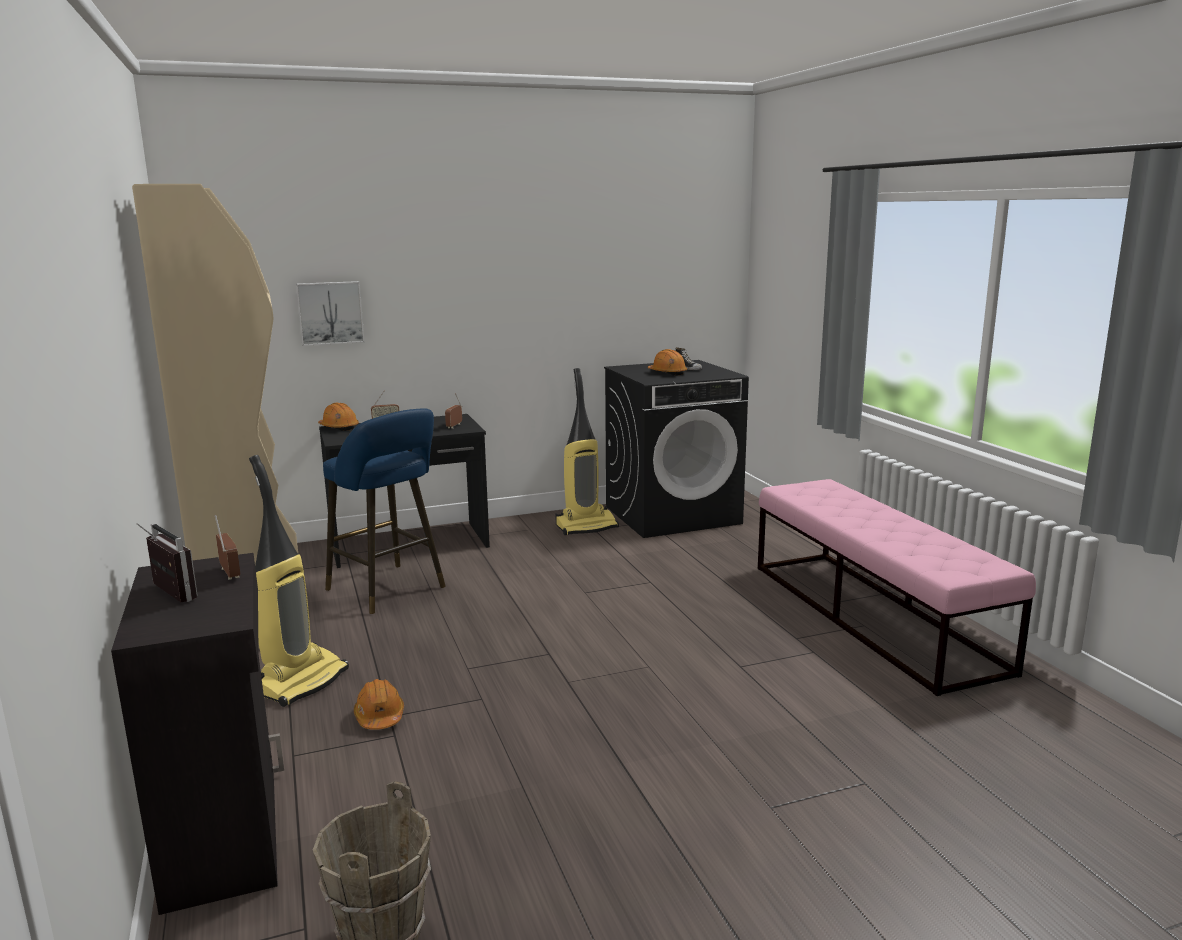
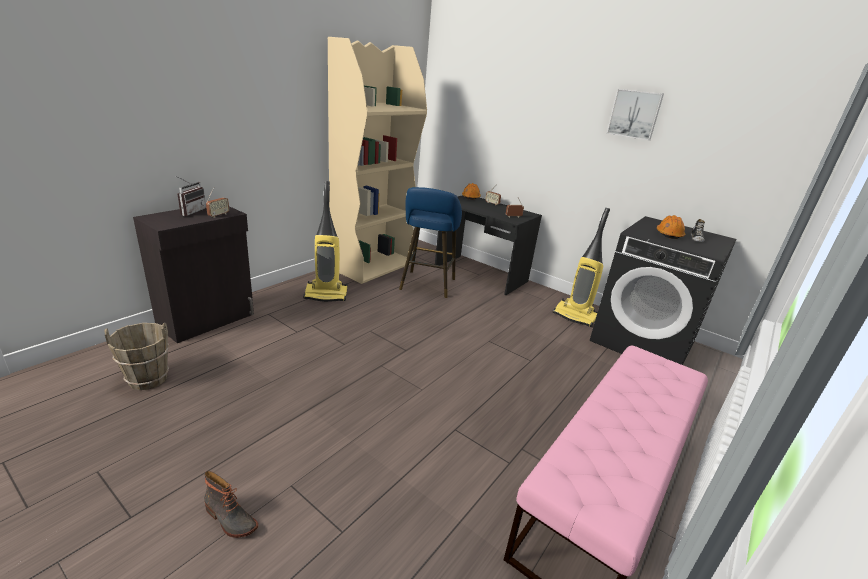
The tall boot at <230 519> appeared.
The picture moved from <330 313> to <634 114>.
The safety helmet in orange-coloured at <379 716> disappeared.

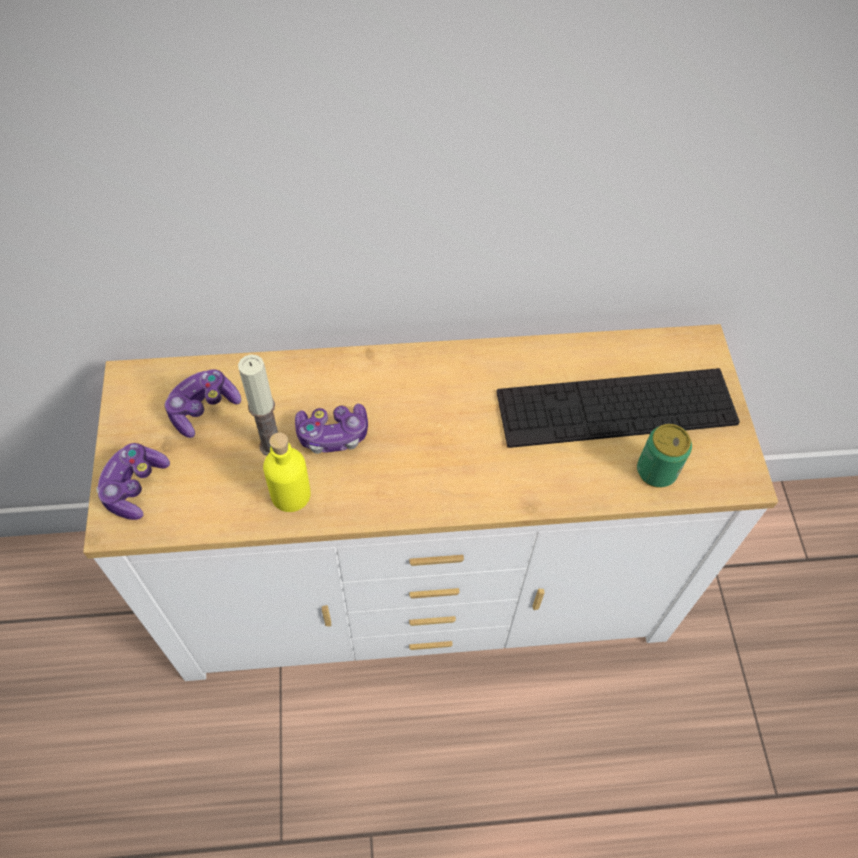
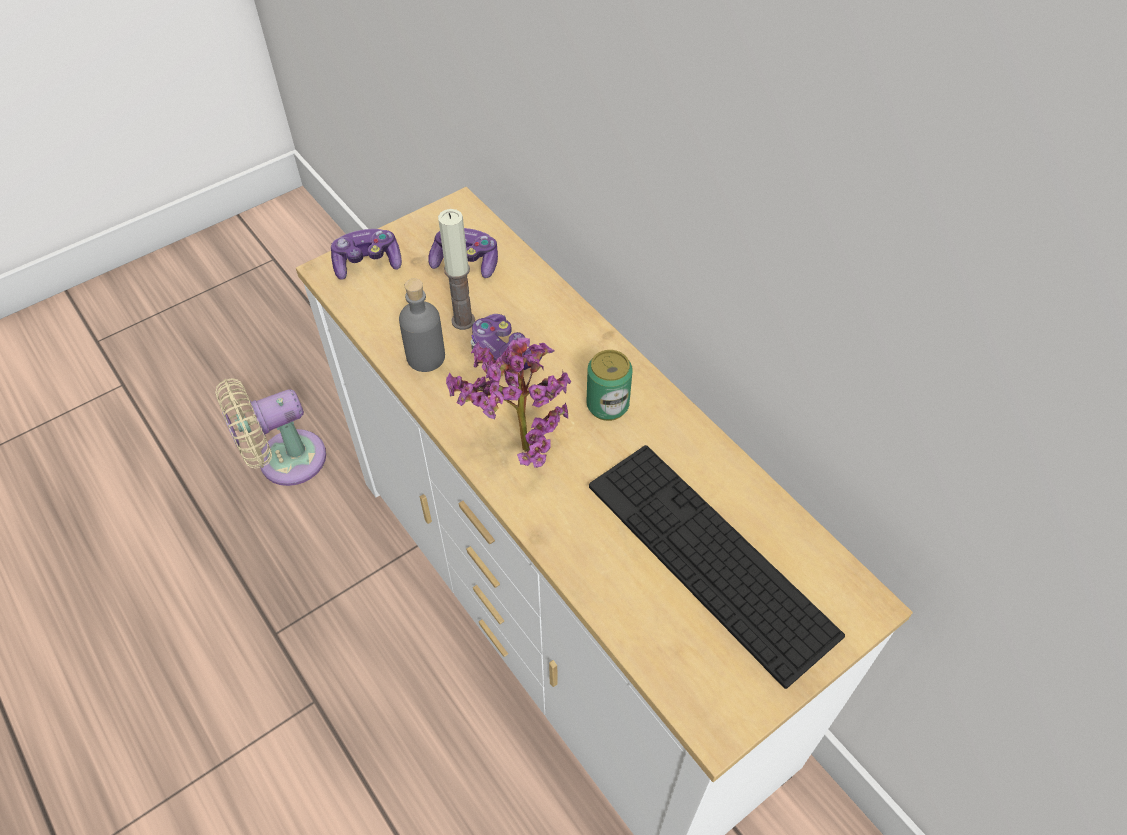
The cooling fan in beige at <285 461> appeared.
The bottle in yellow at <291 494> became the bottle in gray at <426 357>.
The potted plant at <517 445> appeared.
The metal can moved from <656 471> to <607 405>.

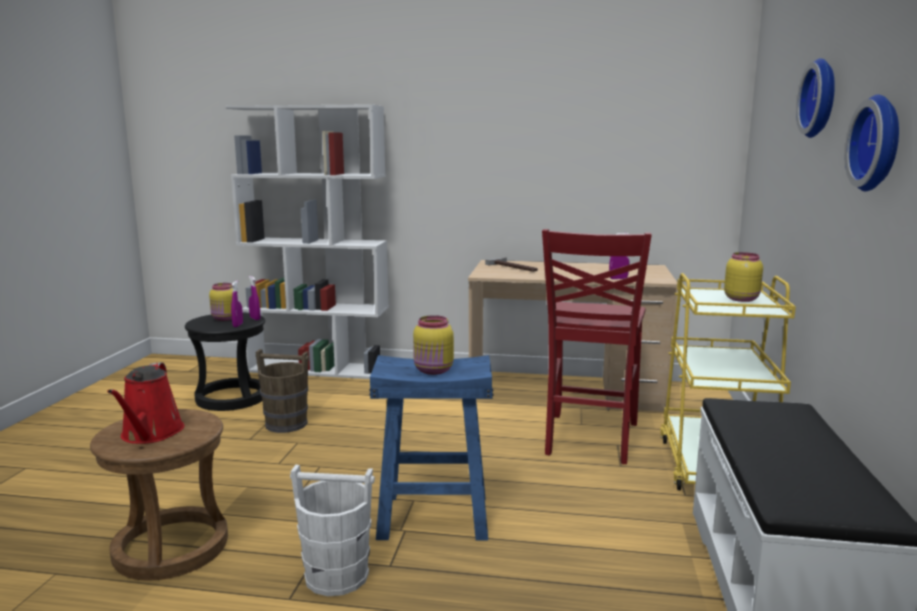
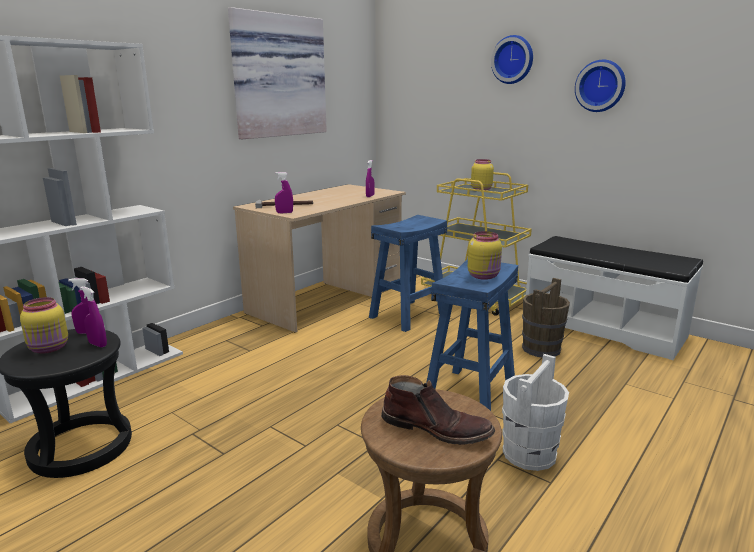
The picture at <277 76> appeared.
The hand sprayer in purple at <284 213> appeared.
The upright chair in reddish at <589 439> was replaced by the stool in blue at <408 315>.
The sprinkling can in reddish at <150 434> was replaced by the tall boot in brown-coloured at <436 428>.
The pail in brown-coloured moved from <286 424> to <541 349>.

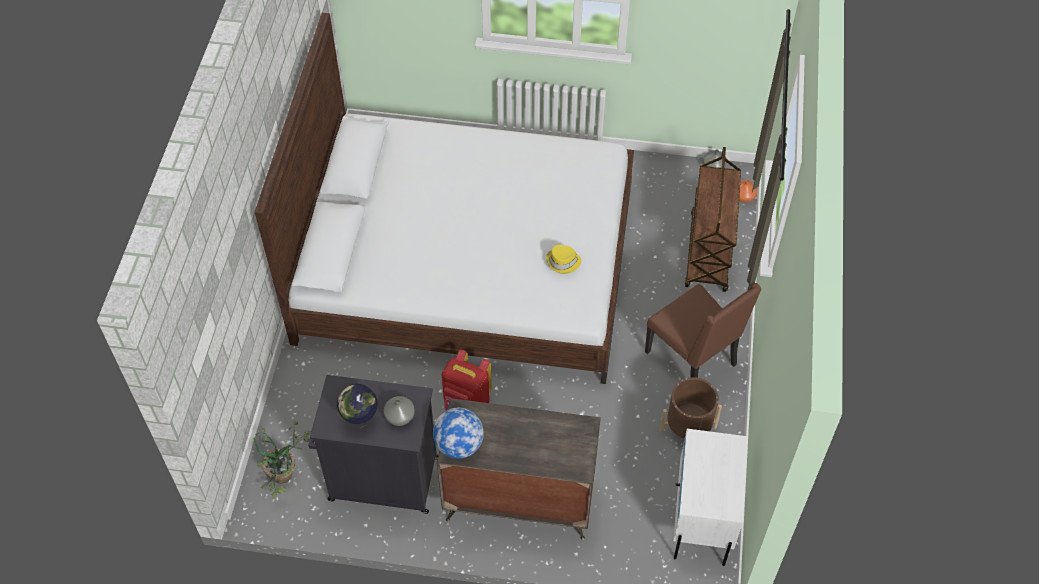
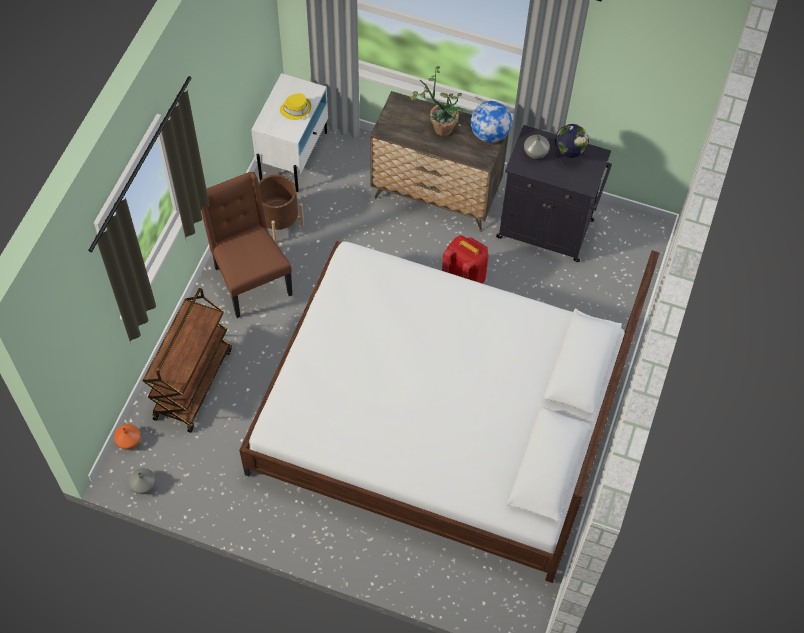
The clothing hat in yellow moved from <563 262> to <296 109>.
The potted plant moved from <286 478> to <440 125>.

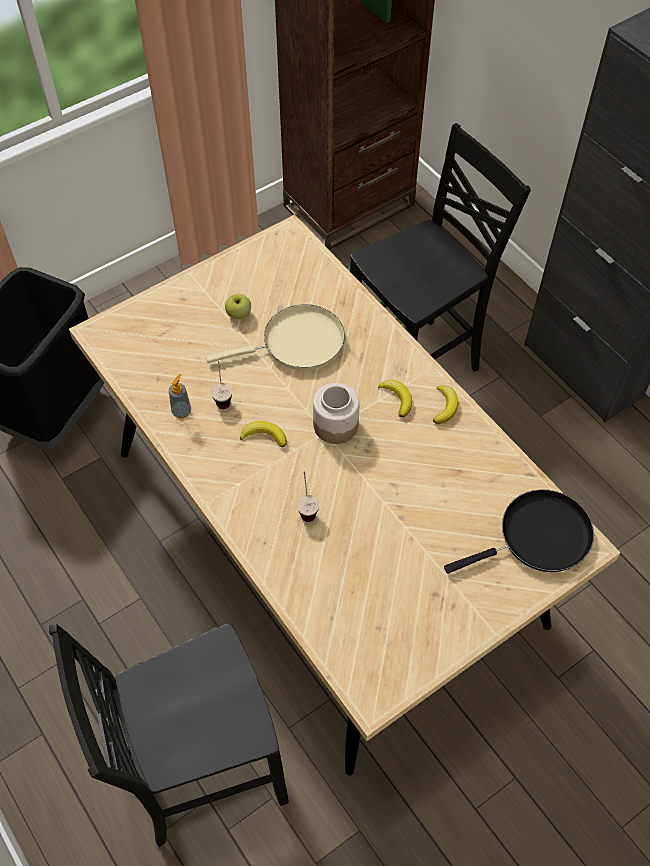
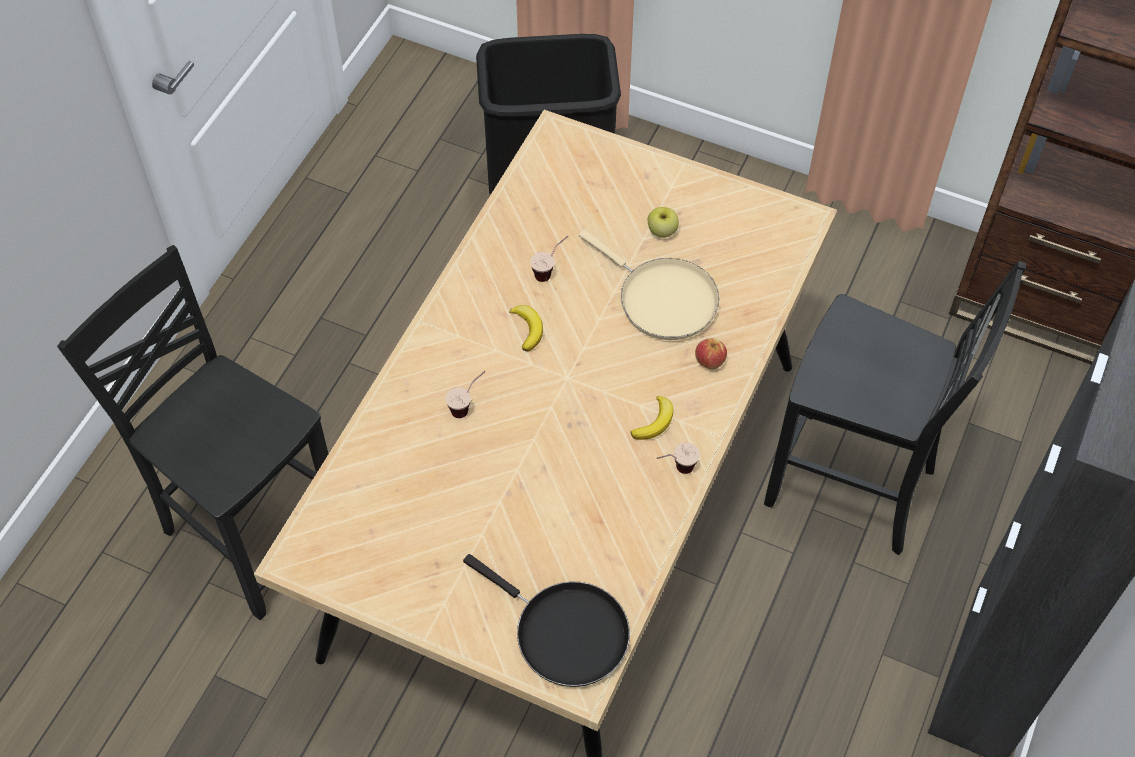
The whole banana at <445 406> was replaced by the drinking cup at <675 470>.
The apple at <709 360> appeared.
The soap bottle at <181 411> disappeared.
The preserve jar at <336 425> disappeared.

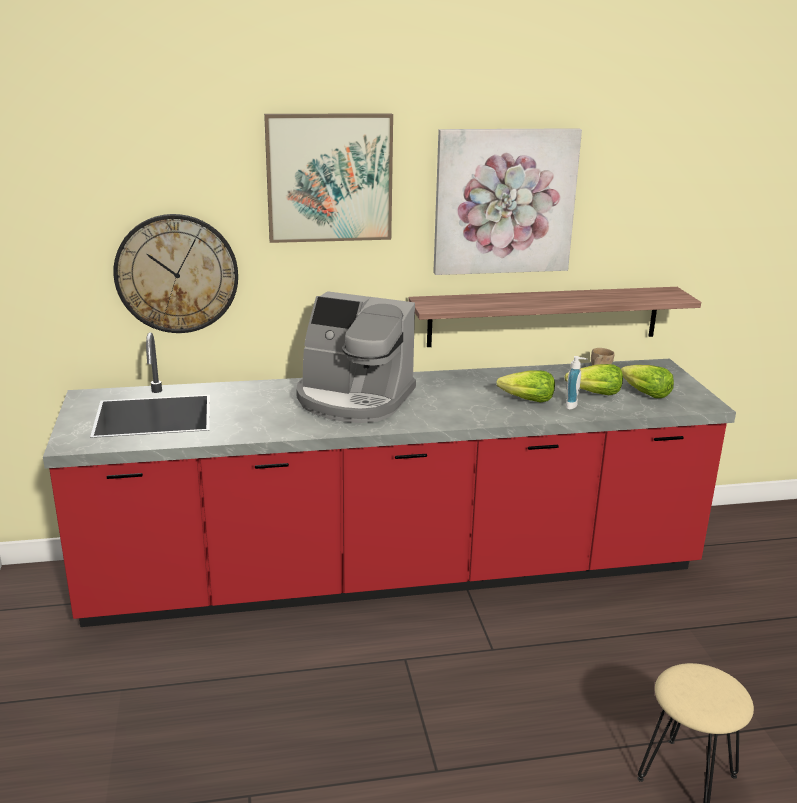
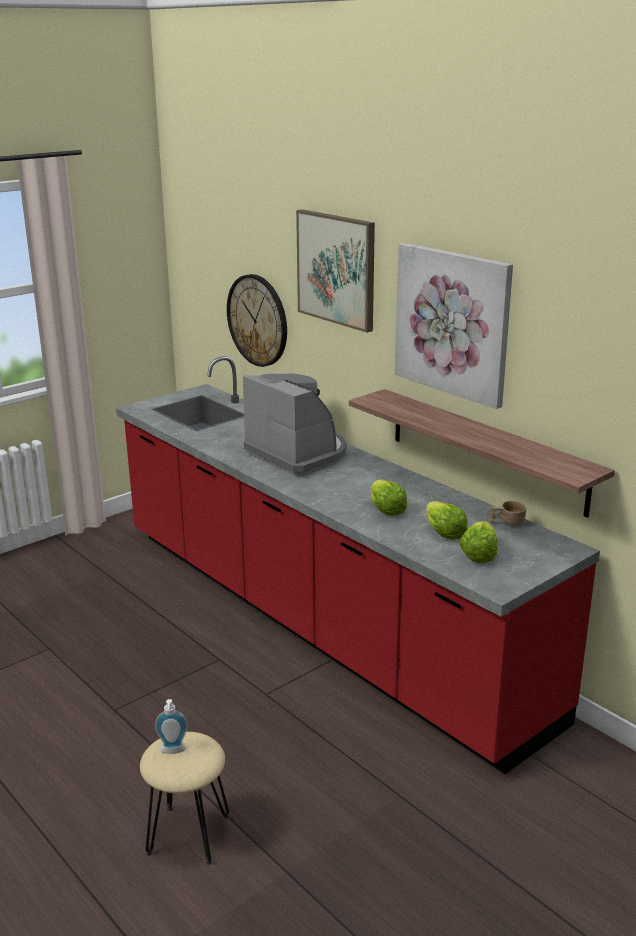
The soap bottle moved from <573 406> to <173 752>.
The coffee brewer at <353 399> turned 150 degrees clockwise.

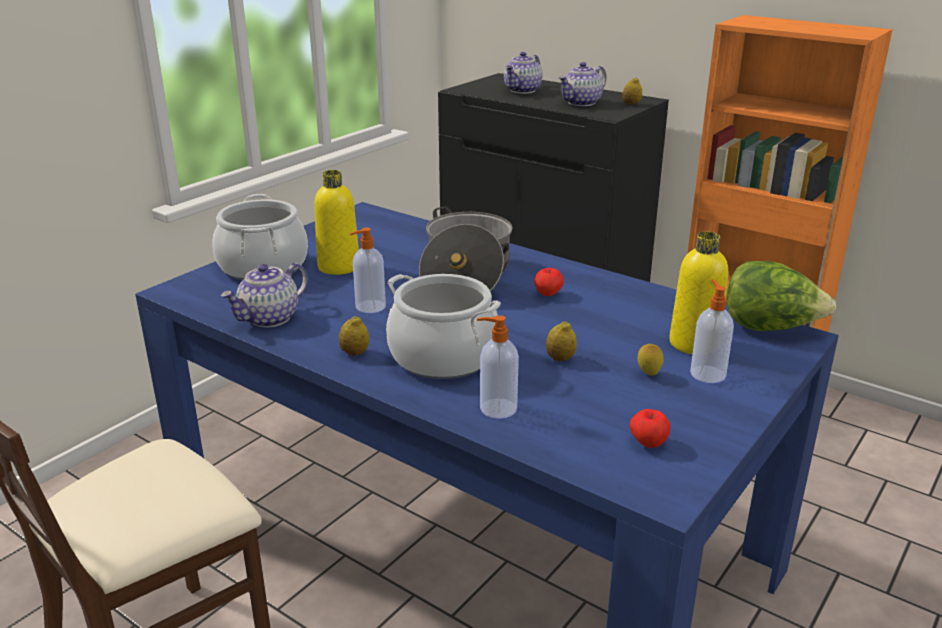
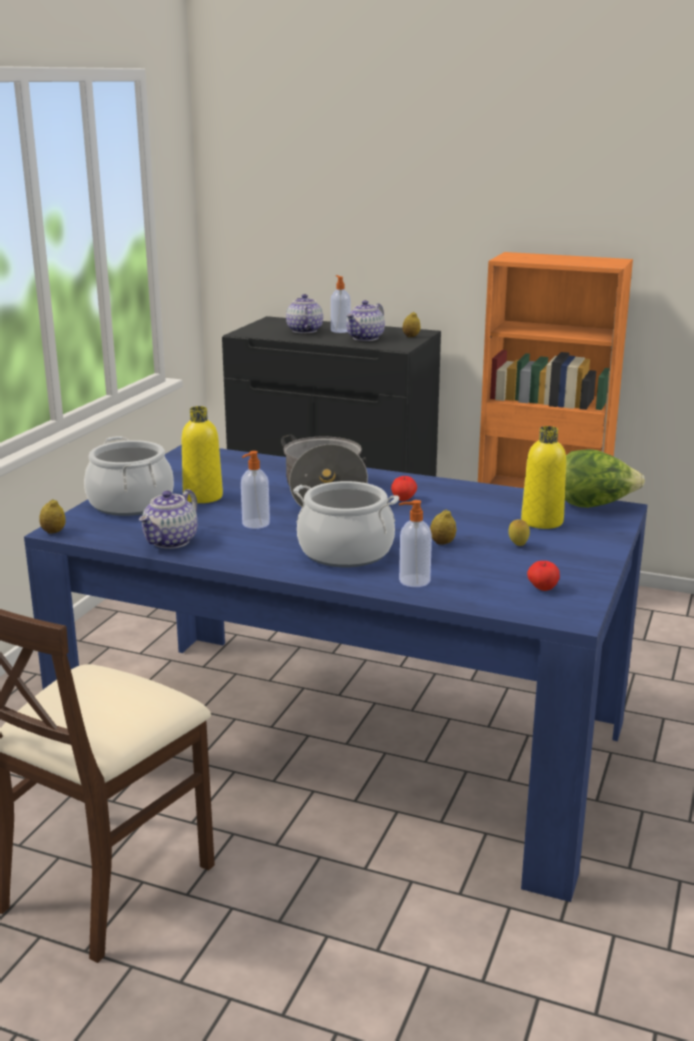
The whole lemon moved from <355 353> to <53 532>.
The pot for tea at <523 91> turned 150 degrees clockwise.
The soap bottle moved from <707 373> to <340 330>.

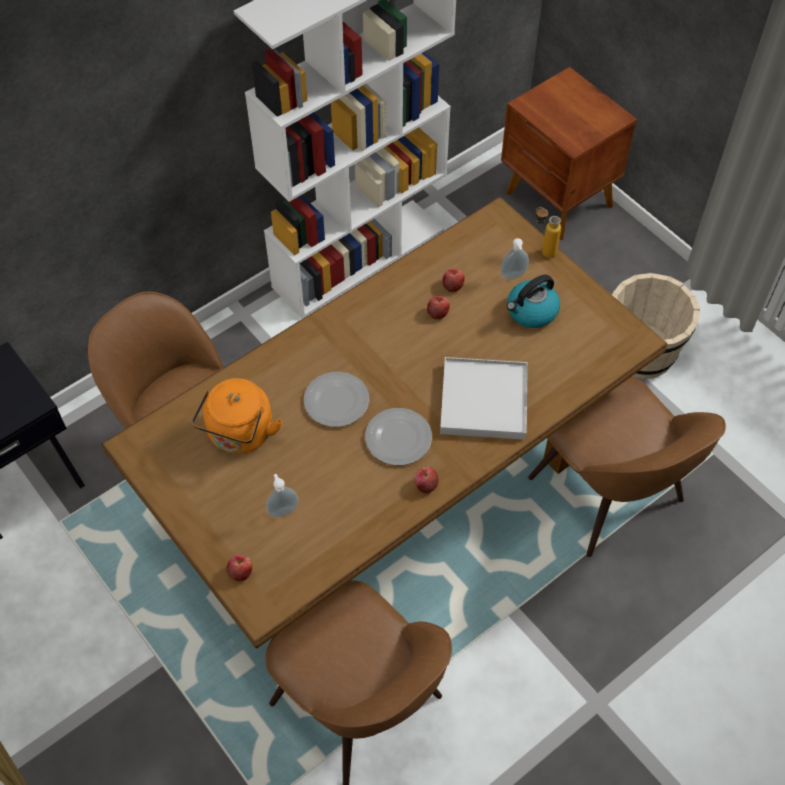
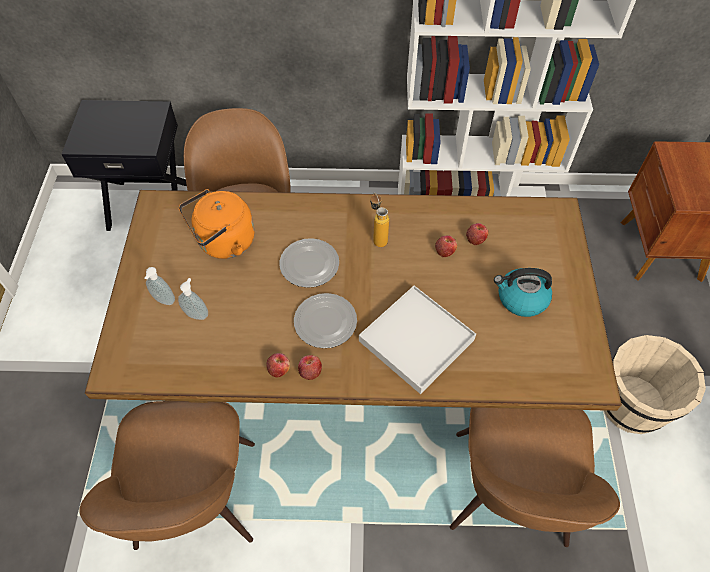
The soap bottle moved from <513 276> to <163 301>.
The apple moved from <241 572> to <279 369>.
The bottle moved from <543 251> to <377 237>.

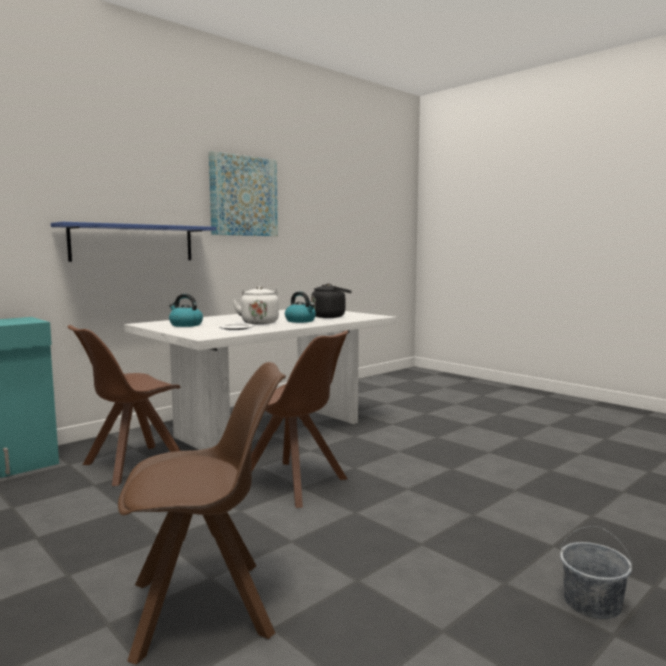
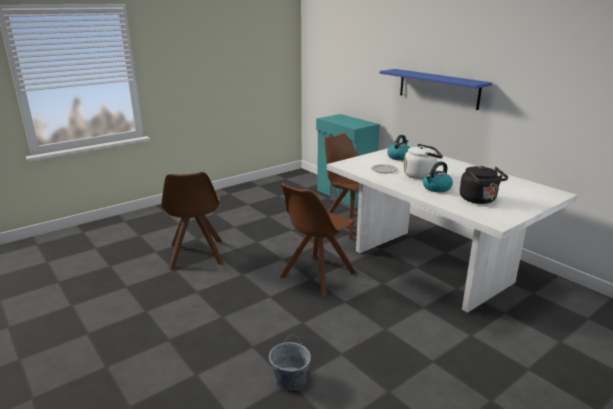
The pail in gray moved from <592 603> to <289 379>.
The picture at <243 196> disappeared.

